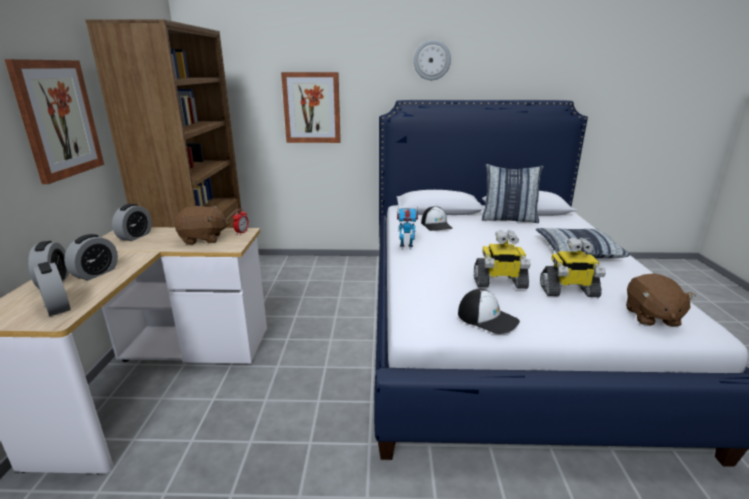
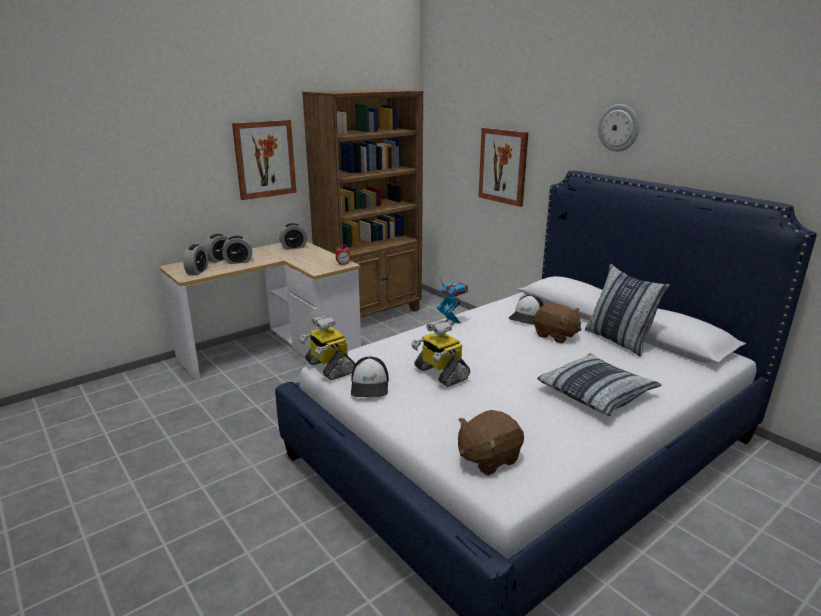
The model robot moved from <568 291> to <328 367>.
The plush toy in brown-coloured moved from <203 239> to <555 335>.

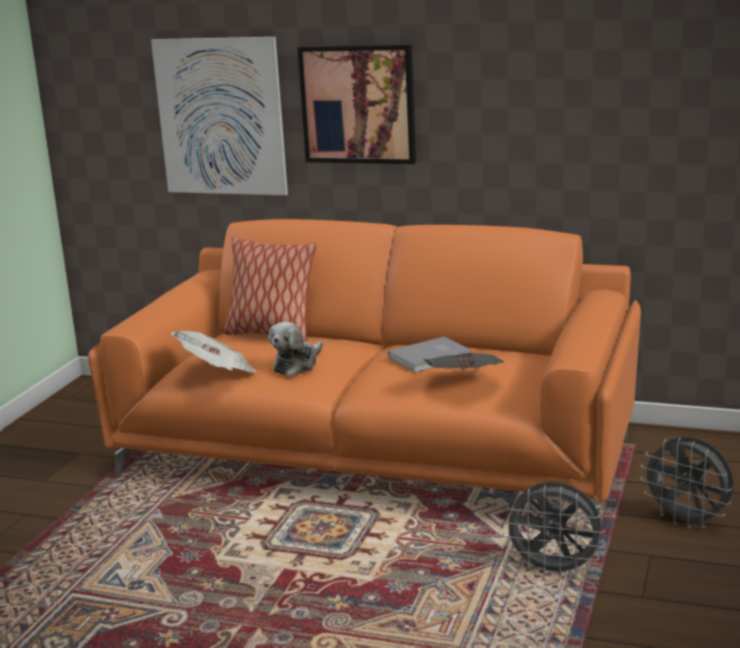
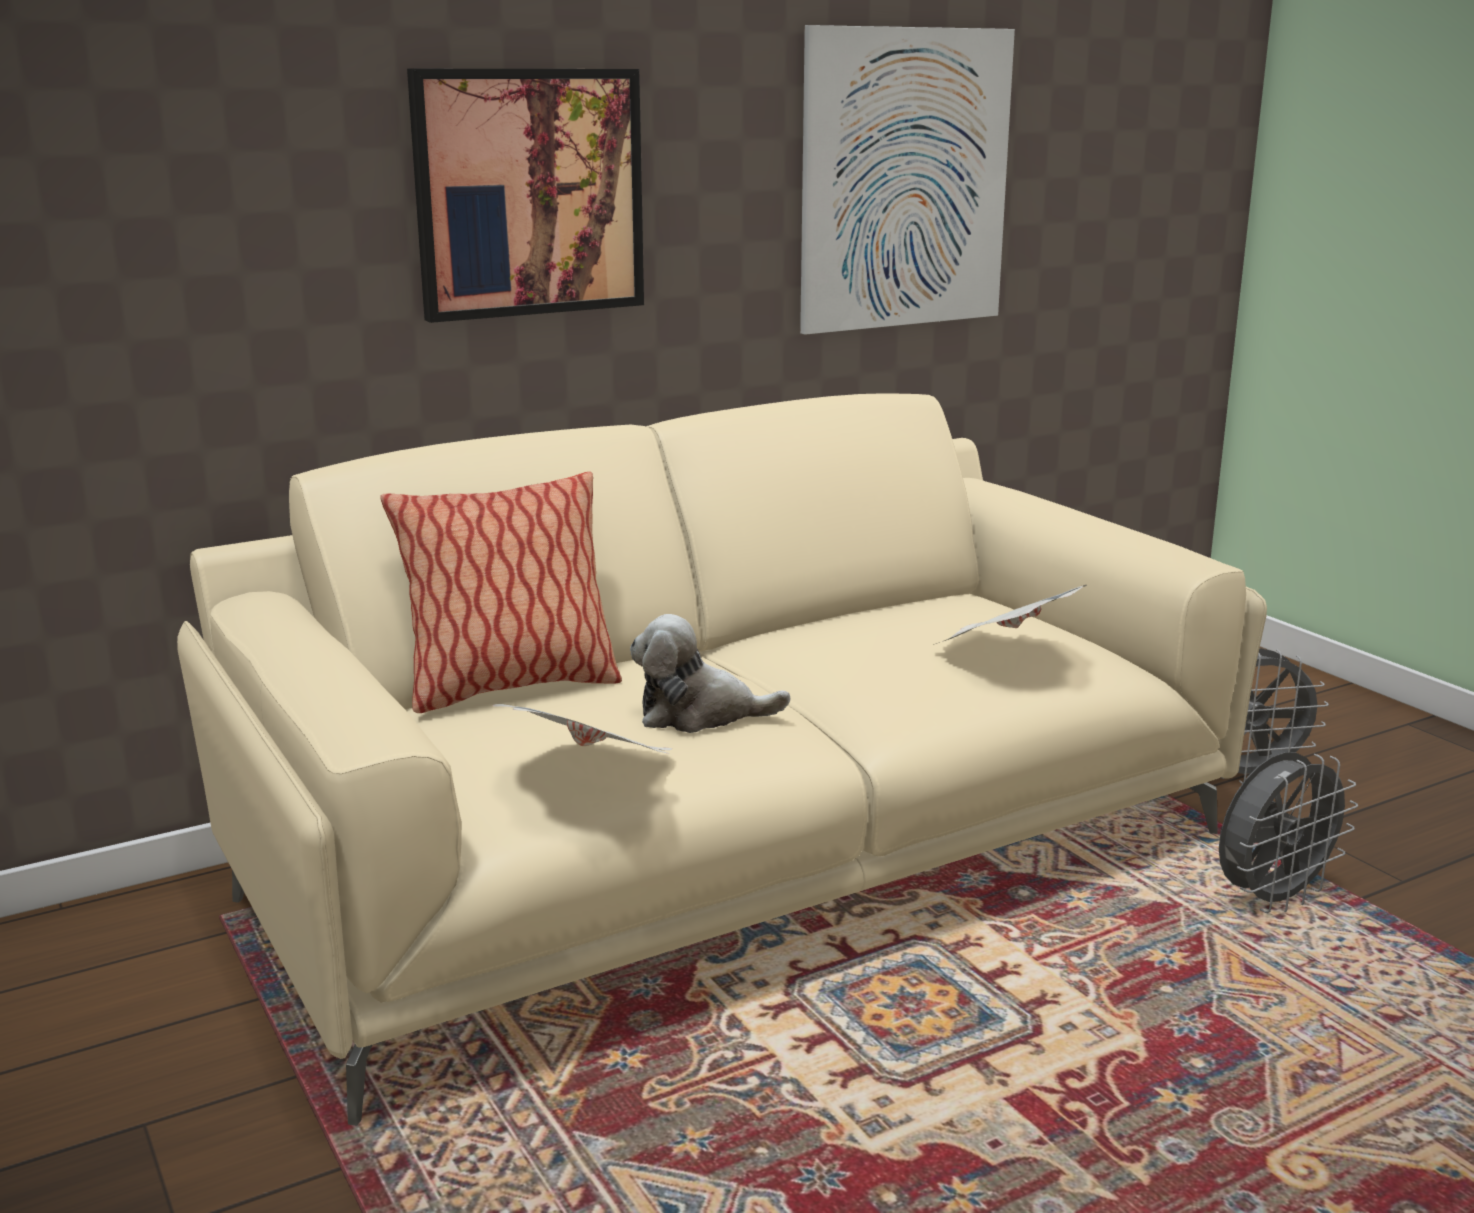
The sofa in orange-coloured at <379 454> became the sofa in beige at <739 857>.
The plush toy at <297 365> turned 105 degrees clockwise.
The picture moved from <220 117> to <905 180>.
The bound book in gray at <431 357> disappeared.

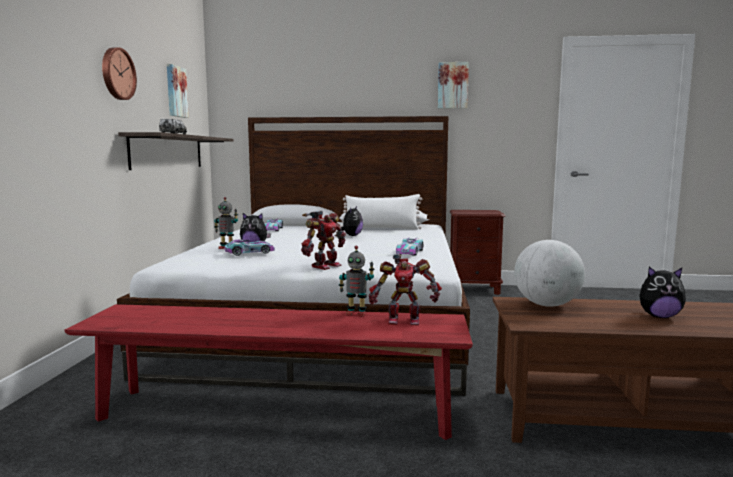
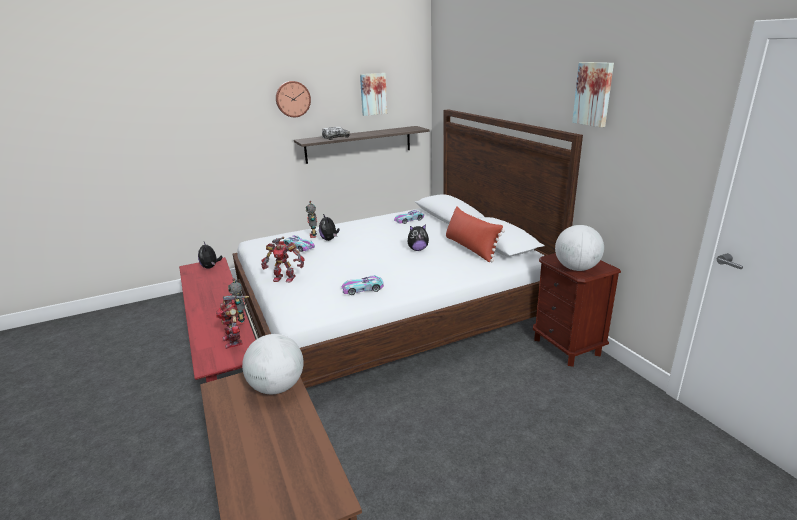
The plush toy moved from <659 316> to <211 267>.
The cushion in white-coloured at <381 228> became the cushion in reddish at <470 248>.
The globe at <576 268> appeared.

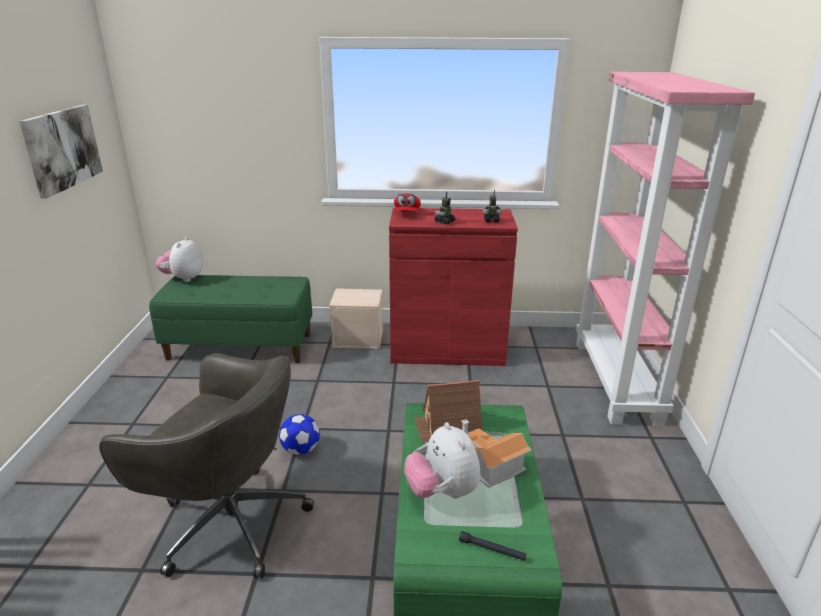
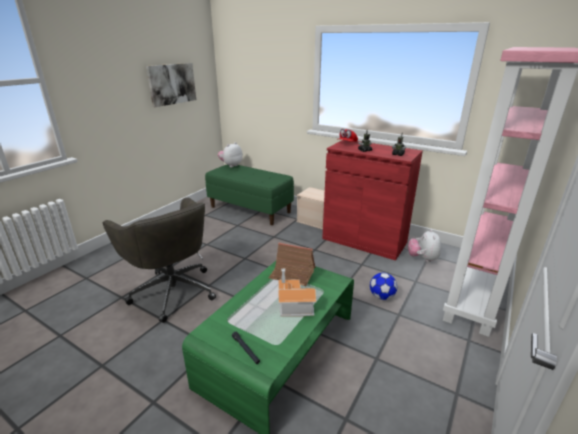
The ball for football moved from <301 450> to <381 296>.
The plush toy moved from <442 492> to <422 259>.

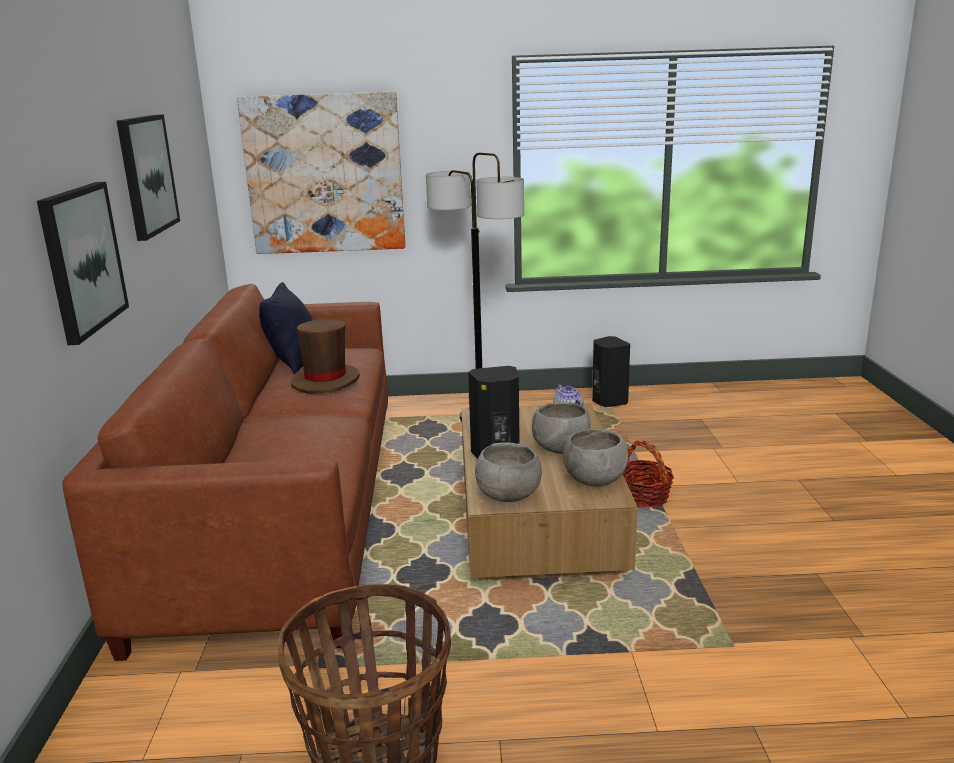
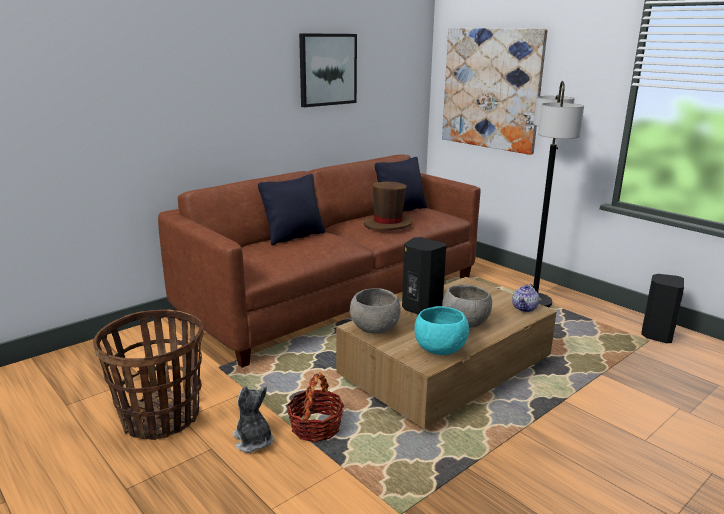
The plush toy at <253 441> appeared.
The cushion in black at <294 236> appeared.
The basket moved from <643 496> to <316 427>.
The deep dish in gray at <595 481> became the deep dish in blue-green at <440 350>.
The picture at <82 259> disappeared.

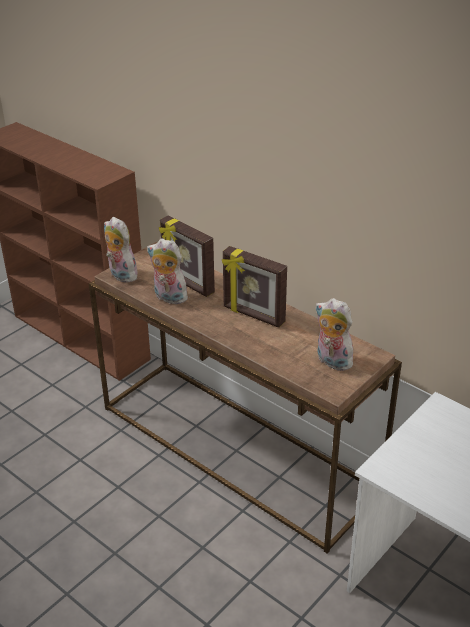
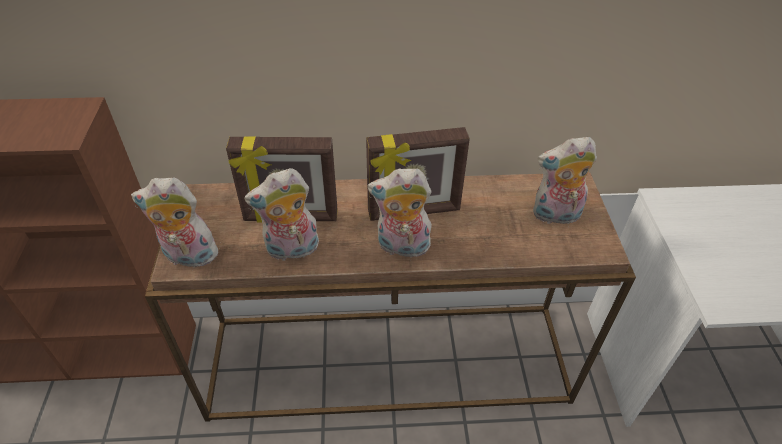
The plush toy at <401 247> appeared.

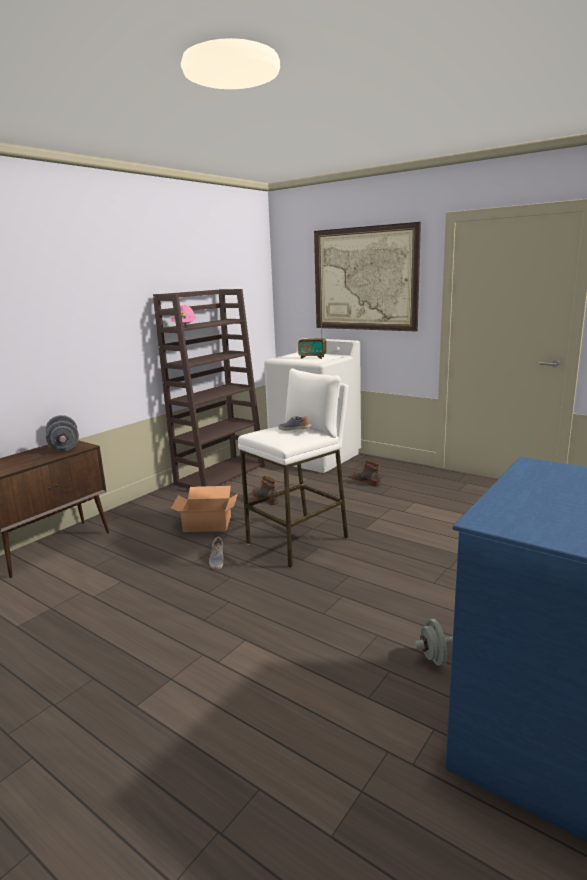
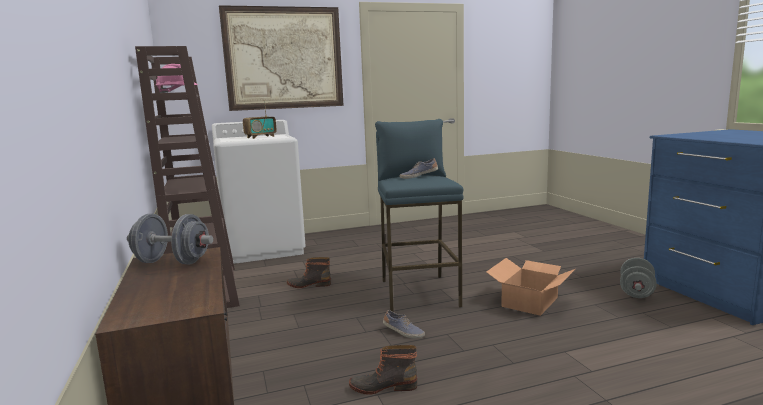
The tall boot moved from <366 480> to <383 386>.
The stool in white-coloured at <299 541> became the stool in blue at <419 293>.
The packing box moved from <207 524> to <530 302>.

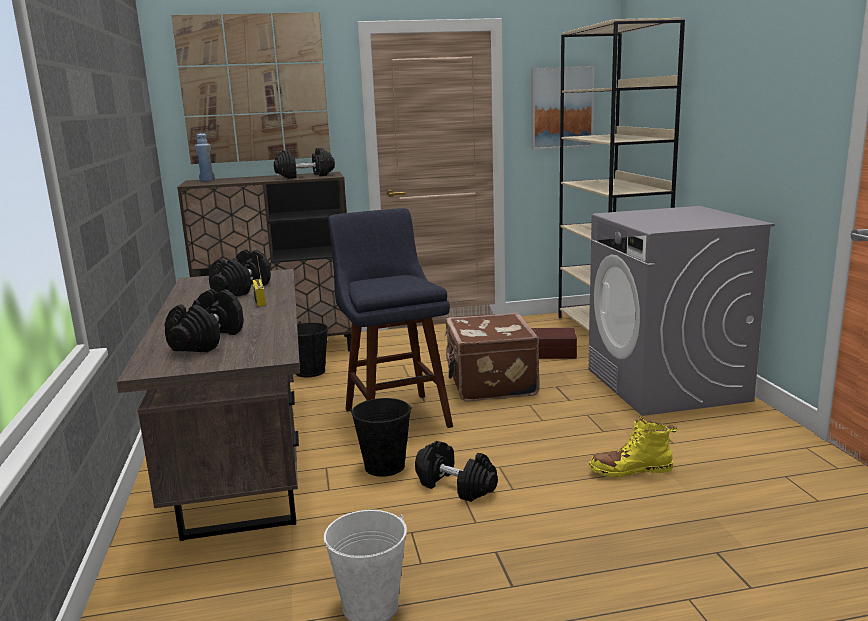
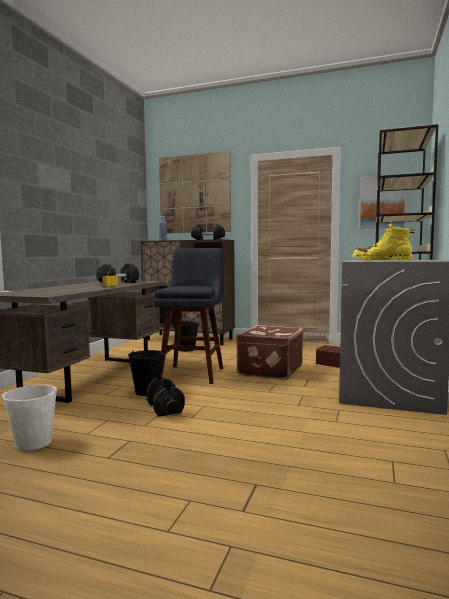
The tall boot in yellow moved from <630 470> to <381 261>.
The free weight in black at <207 340> disappeared.

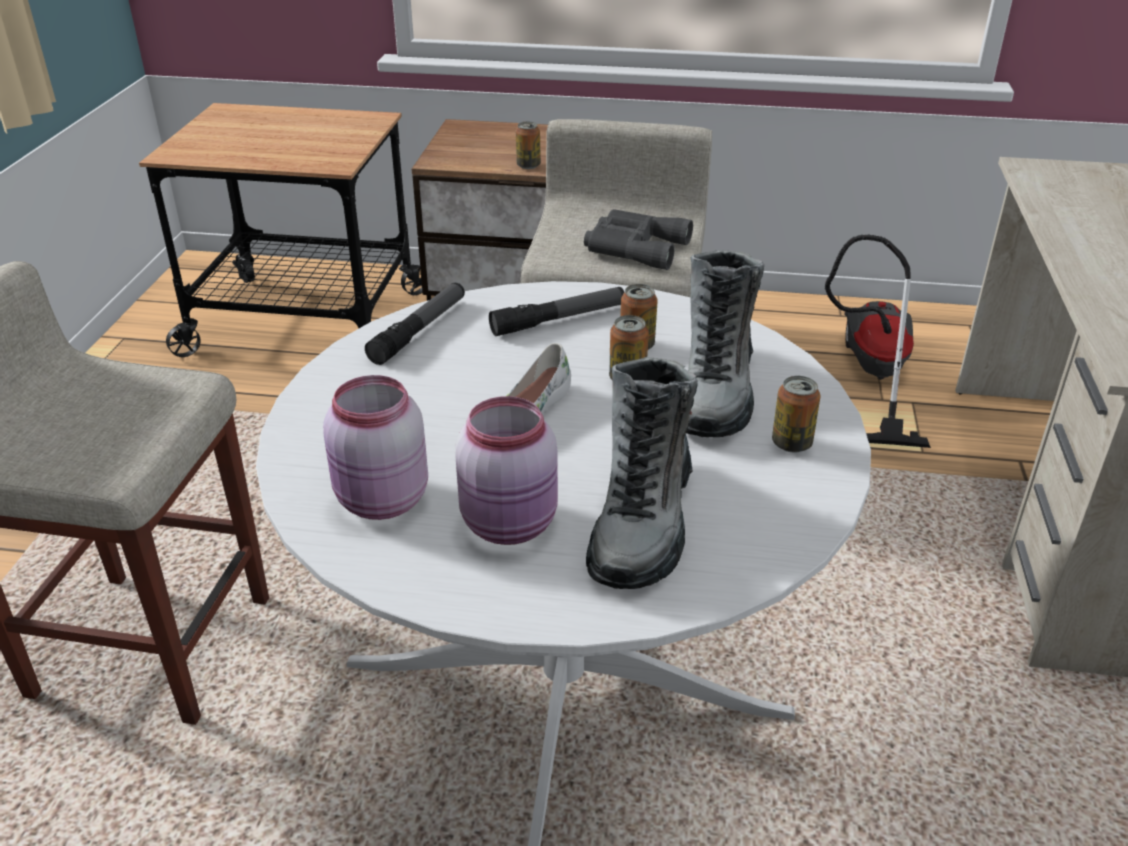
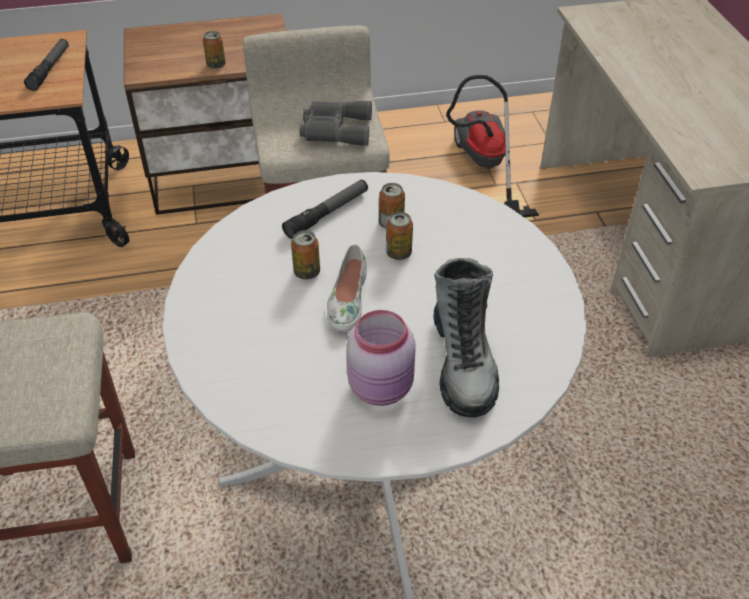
The hand torch moved from <419 331> to <50 69>.
The metal can moved from <791 443> to <307 272>.
The preserve jar in pink-coloured at <381 501> disappeared.
The tall boot at <715 391> disappeared.

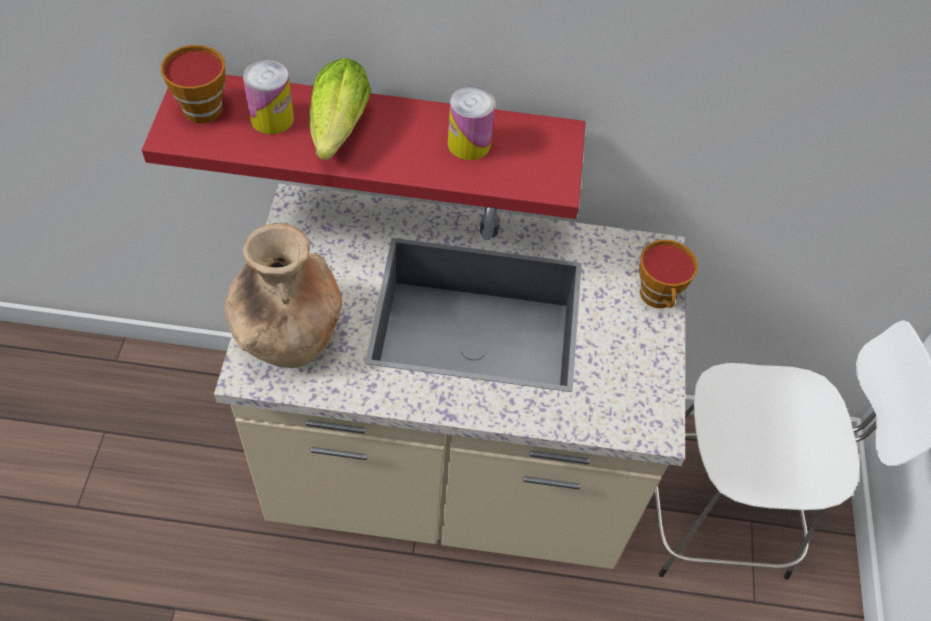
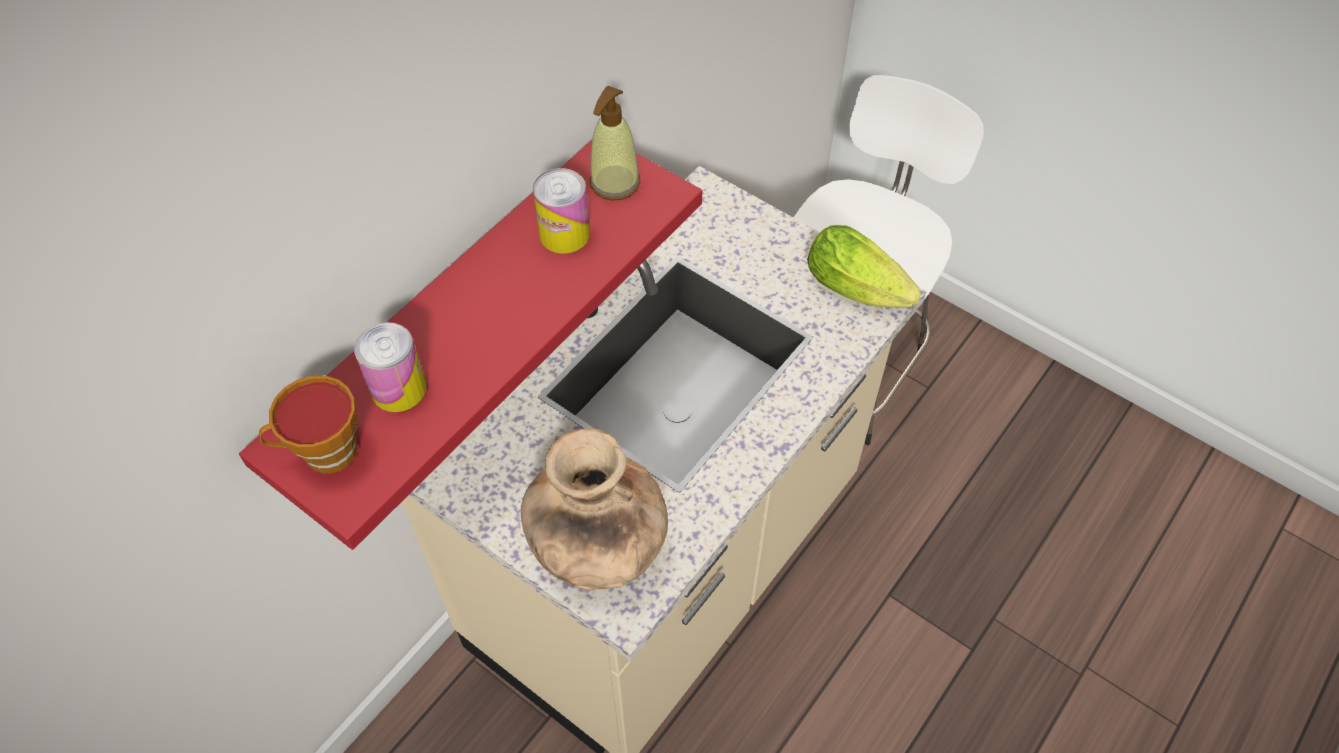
The soap bottle at <614 183> appeared.
The lettuce head moved from <336 132> to <861 290>.
The drinking cup at <658 297> disappeared.

